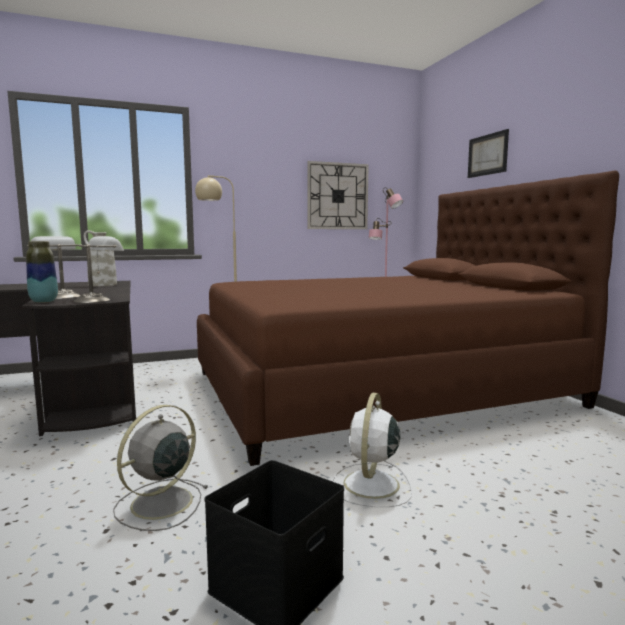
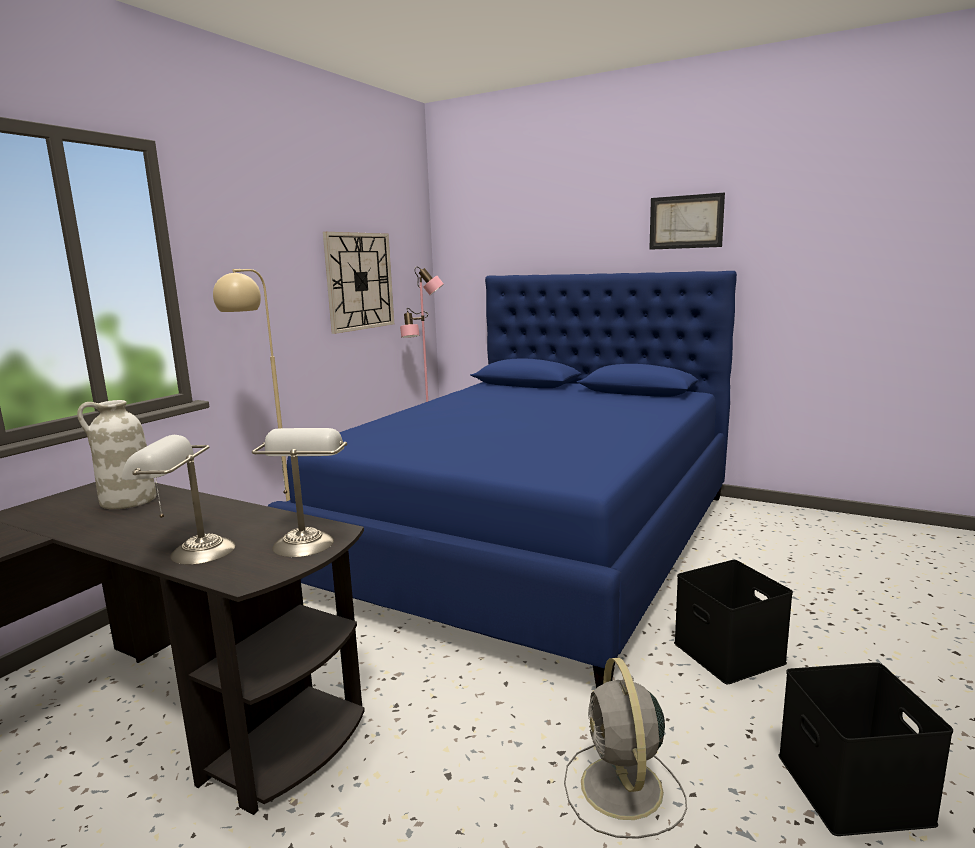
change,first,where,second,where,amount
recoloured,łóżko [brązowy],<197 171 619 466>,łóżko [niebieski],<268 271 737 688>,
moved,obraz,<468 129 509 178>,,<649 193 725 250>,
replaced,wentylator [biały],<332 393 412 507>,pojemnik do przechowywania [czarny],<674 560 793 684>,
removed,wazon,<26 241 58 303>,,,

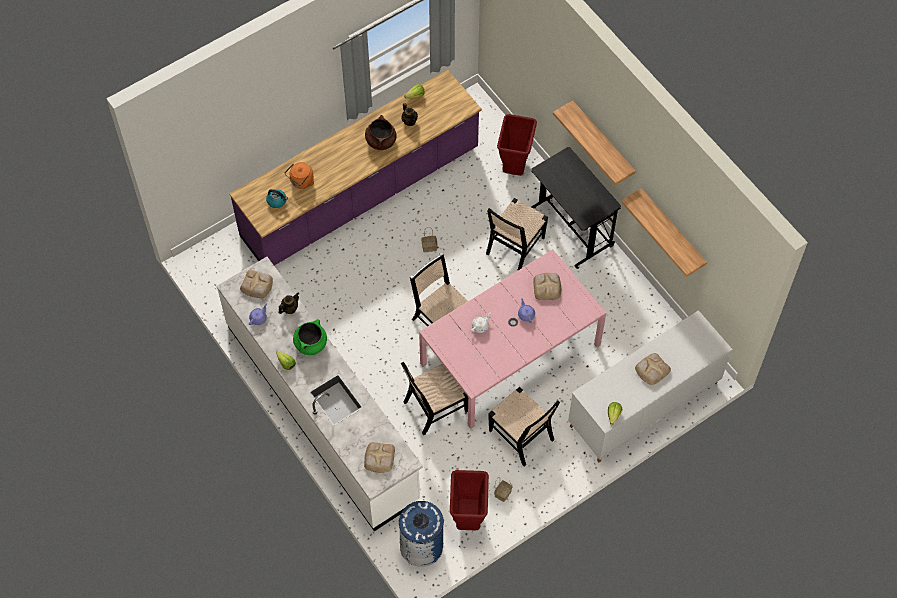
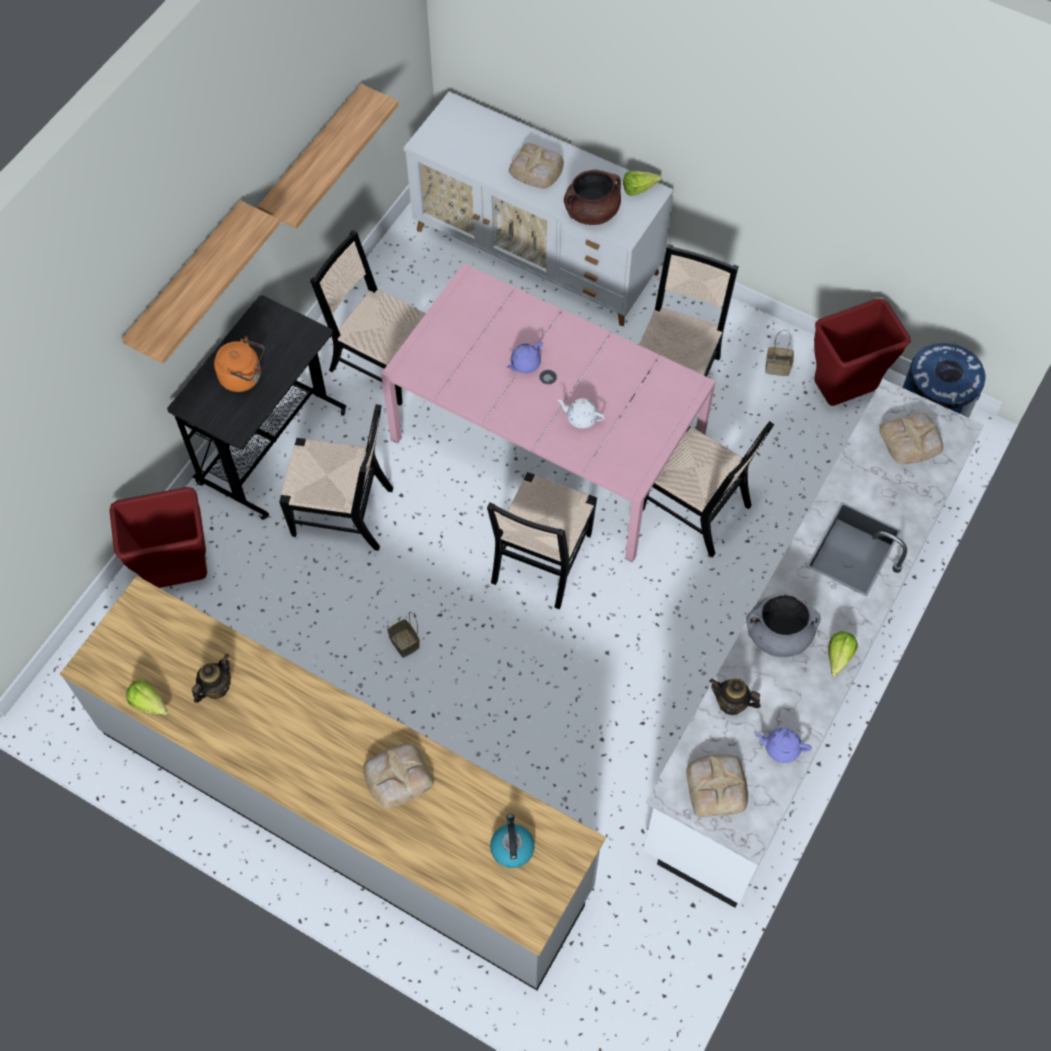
change,first,where,second,where,amount
recoloured,zabudowa kuchenna [fioletowy],<229 69 482 265>,zabudowa kuchenna [szary],<60 576 606 990>,
moved,czajnik [pomarańczowy],<285 162 314 189>,,<214 336 265 392>,
added,,,krzesło,<310 230 426 405>,
moved,chleb,<533 273 561 300>,,<363 743 434 809>,
moved,garnek [brązowy],<365 115 397 150>,,<564 170 621 225>,
recoloured,garnek [zielony],<293 319 327 355>,garnek [szary],<746 593 821 657>,

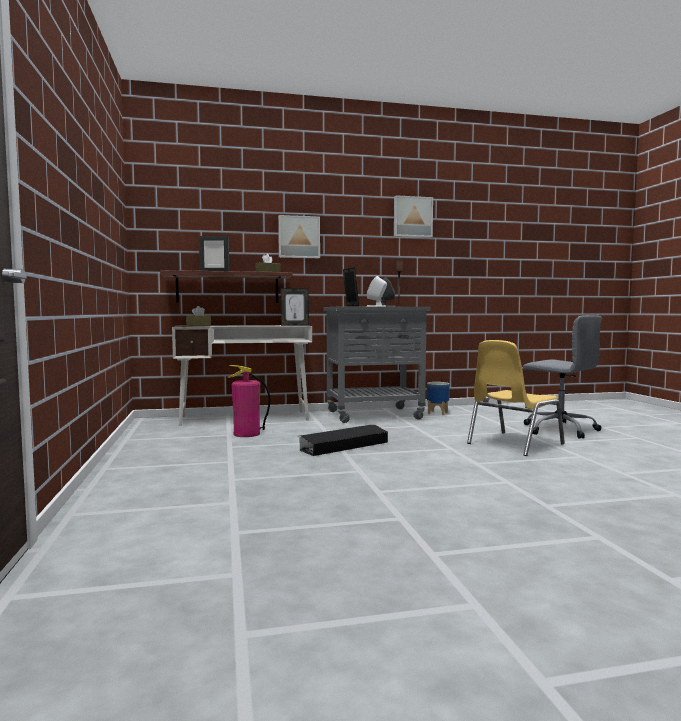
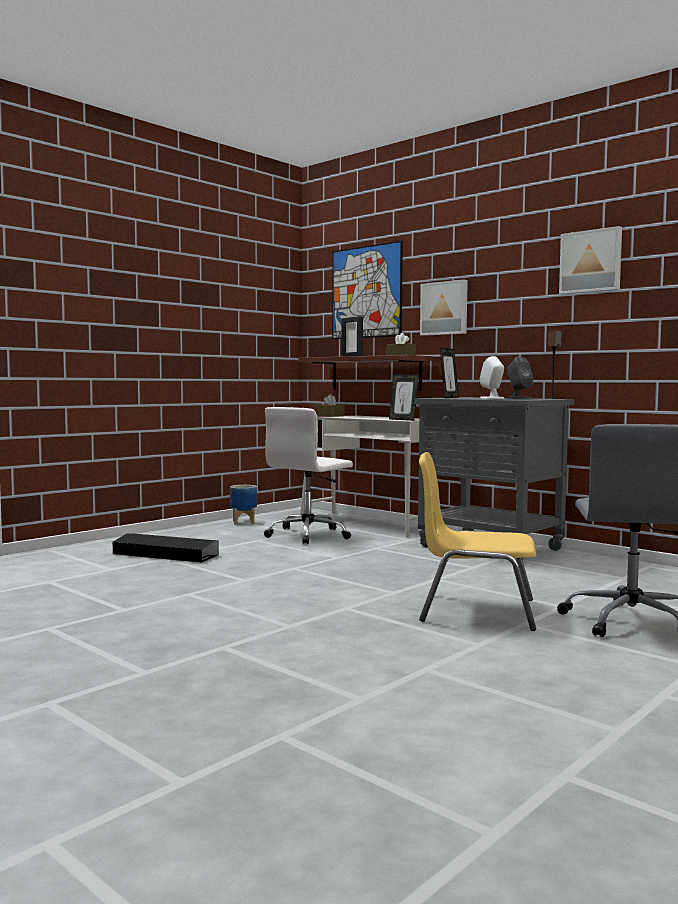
change,first,where,second,where,amount
moved,pojemnik do przechowywania [czarny],<300 425 388 456>,,<113 533 219 563>,
moved,donica,<427 382 450 415>,,<230 485 257 525>,
replaced,gaśnica,<227 365 271 437>,krzesło biurowe [biały],<264 407 353 544>,
added,,,obraz,<332 241 403 339>,

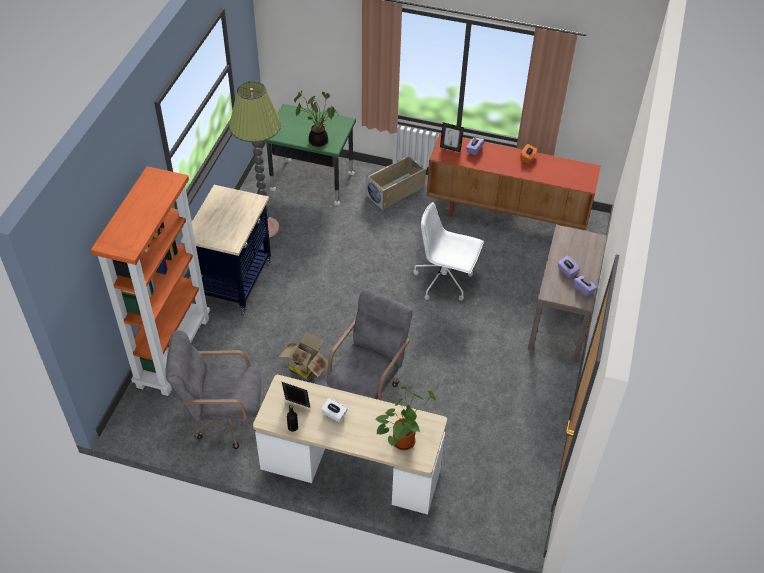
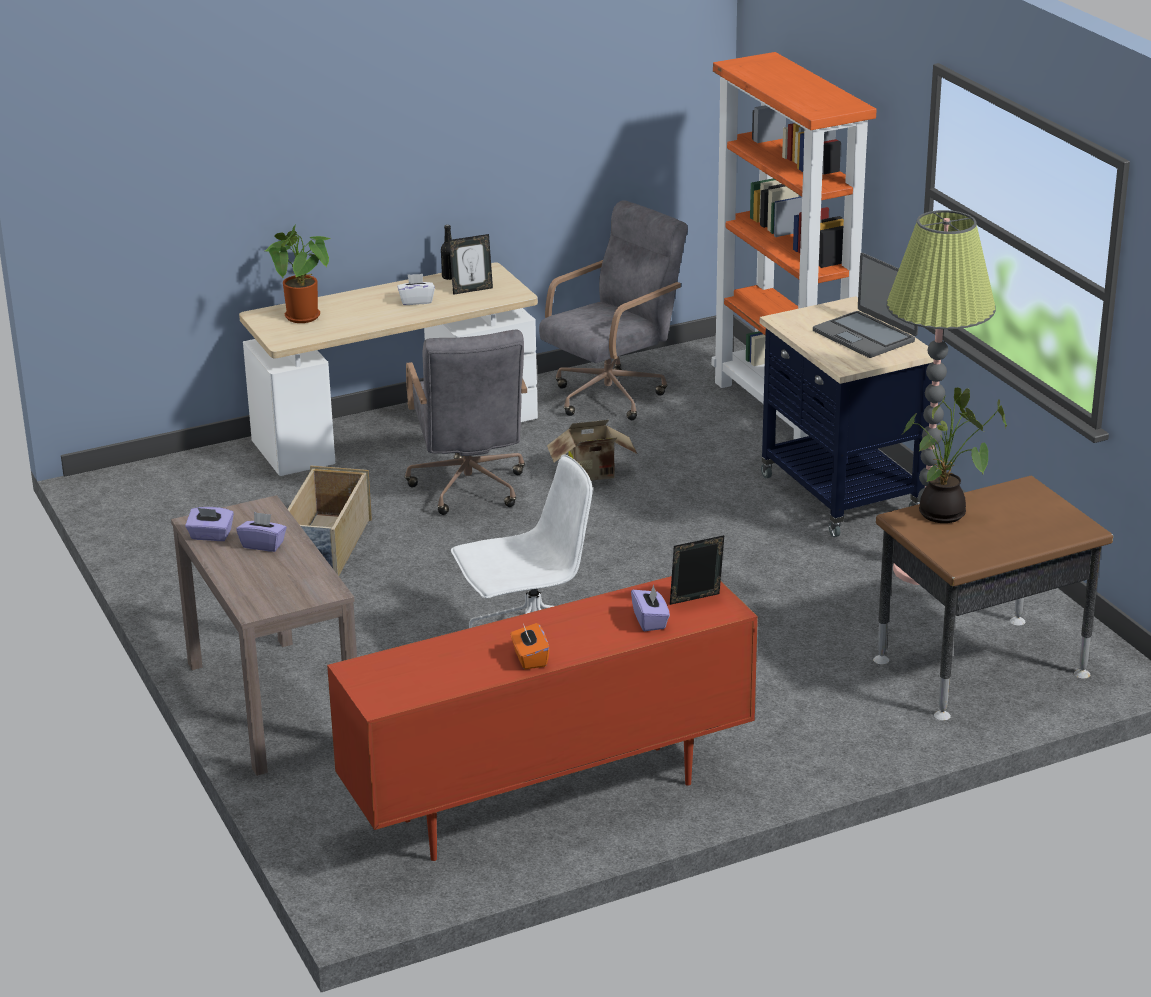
change,first,where,second,where,amount
moved,pojemnik do przechowywania [beżowy],<366 155 426 210>,,<288 465 372 576>,
added,,,laptop,<813 253 918 358>,
recoloured,biurko [zielony],<263 104 356 205>,biurko [brązowy],<873 476 1113 720>,

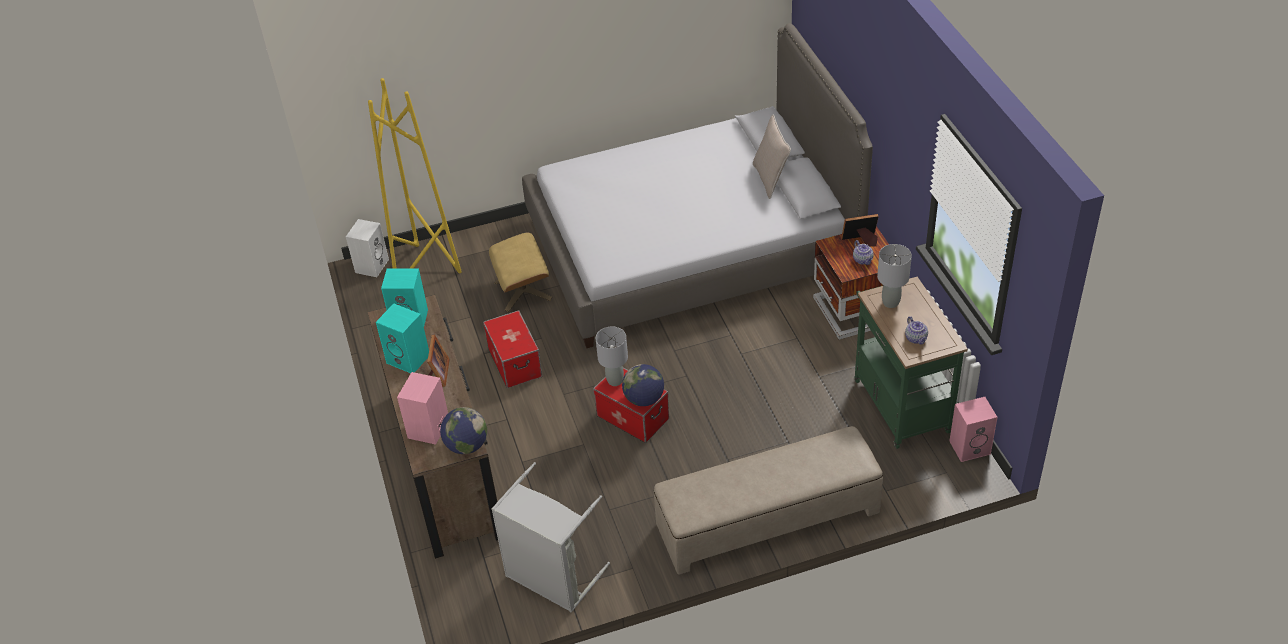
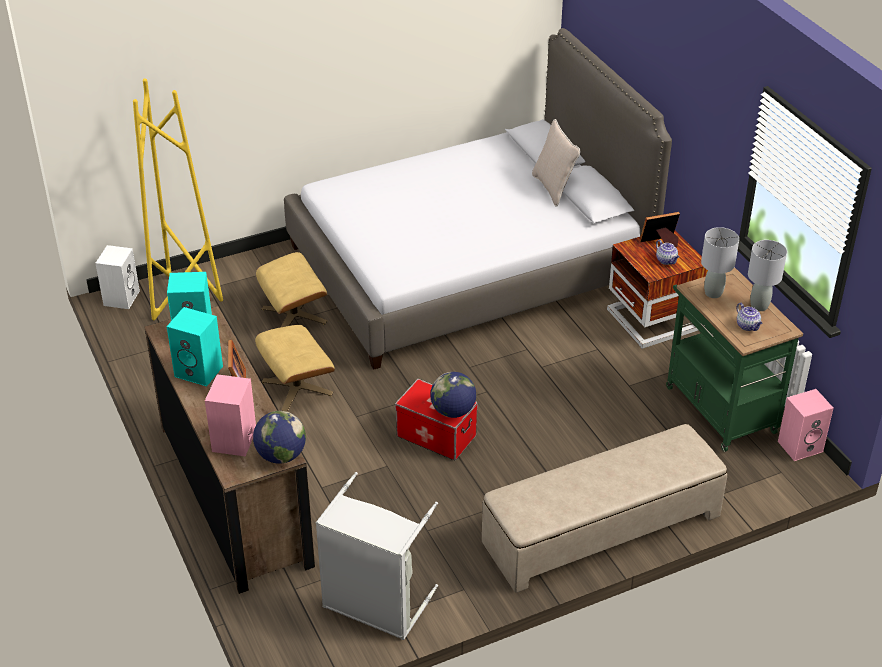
change,first,where,second,where,amount
replaced,pojemnik do przechowywania,<483 310 542 388>,pufa [beżowy],<255 325 335 412>,
moved,lampa stołowa [szary],<596 326 628 386>,,<748 240 787 311>,

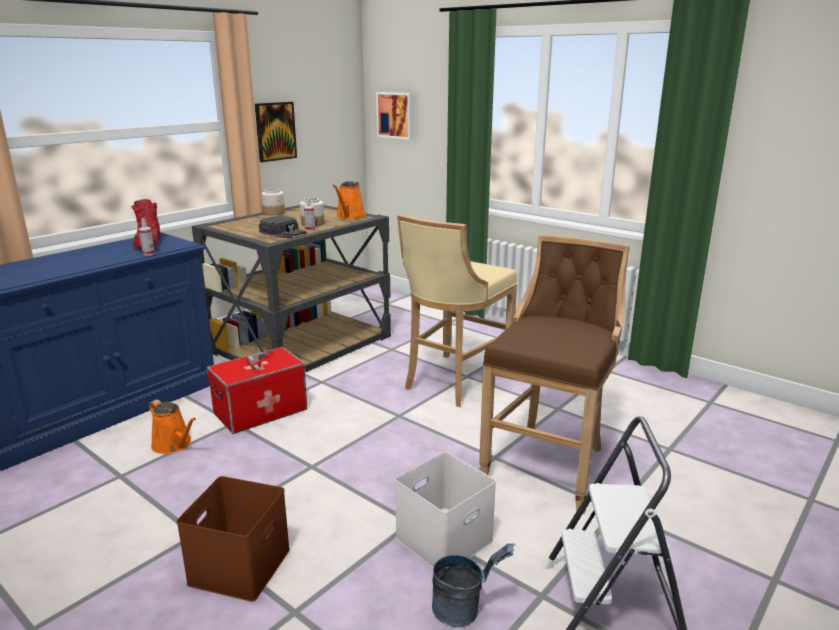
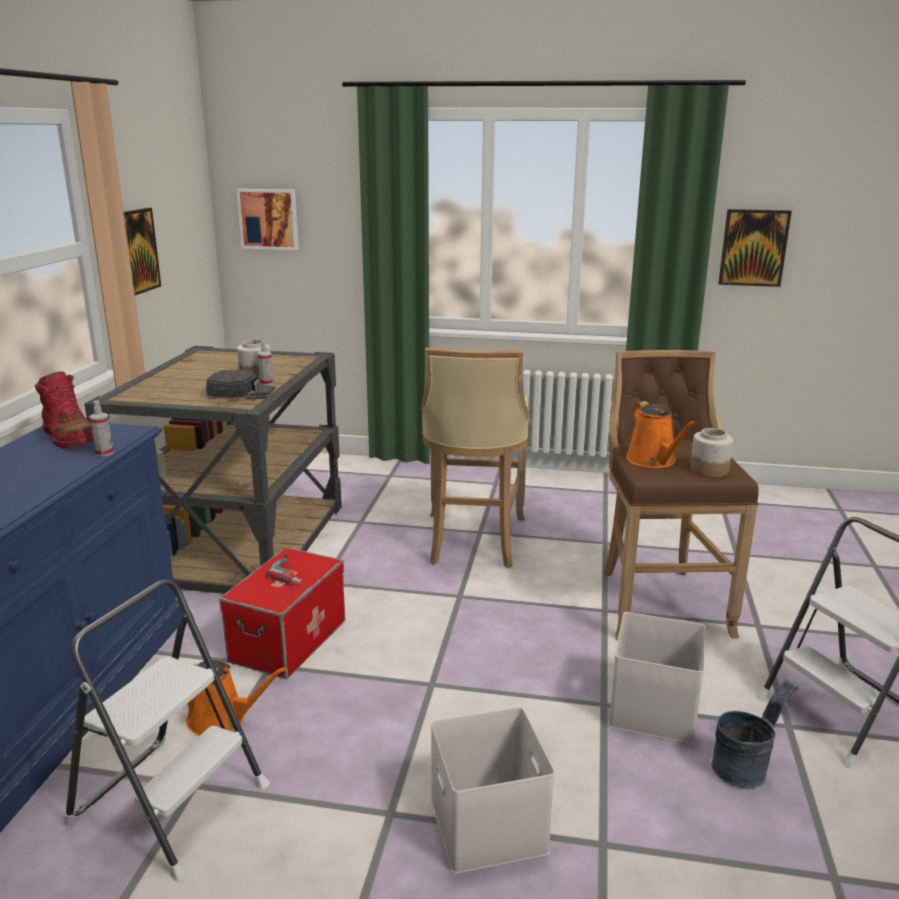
change,first,where,second,where,amount
added,,,drabinka [biały],<64 579 270 882>,
recoloured,pojemnik do przechowywania [brązowy],<177 476 290 602>,pojemnik do przechowywania [biały],<431 707 555 874>,
moved,konewka [pomarańczowy],<333 181 366 219>,,<626 401 697 468>,
moved,słoik,<261 188 285 215>,,<690 428 733 478>,
added,,,obraz,<718 209 792 287>,

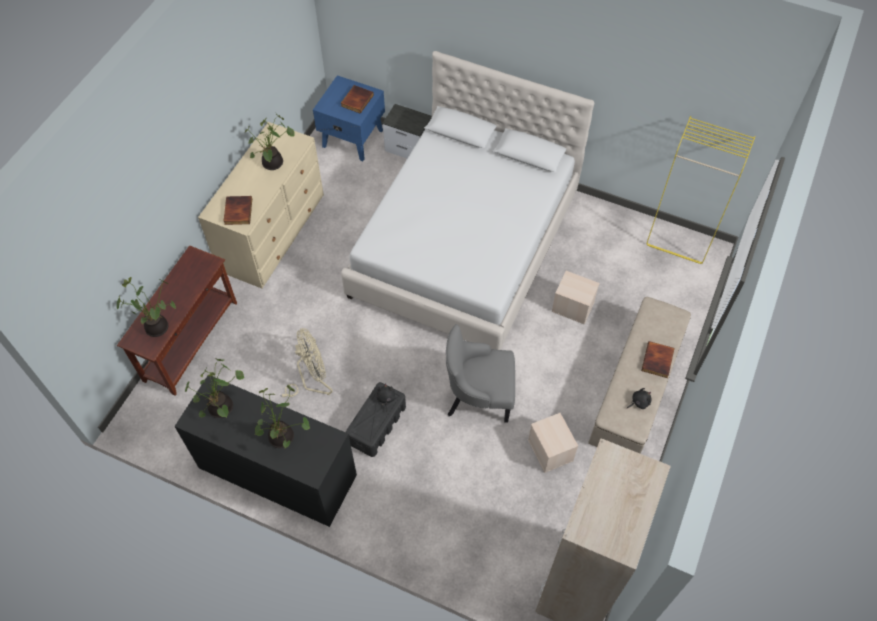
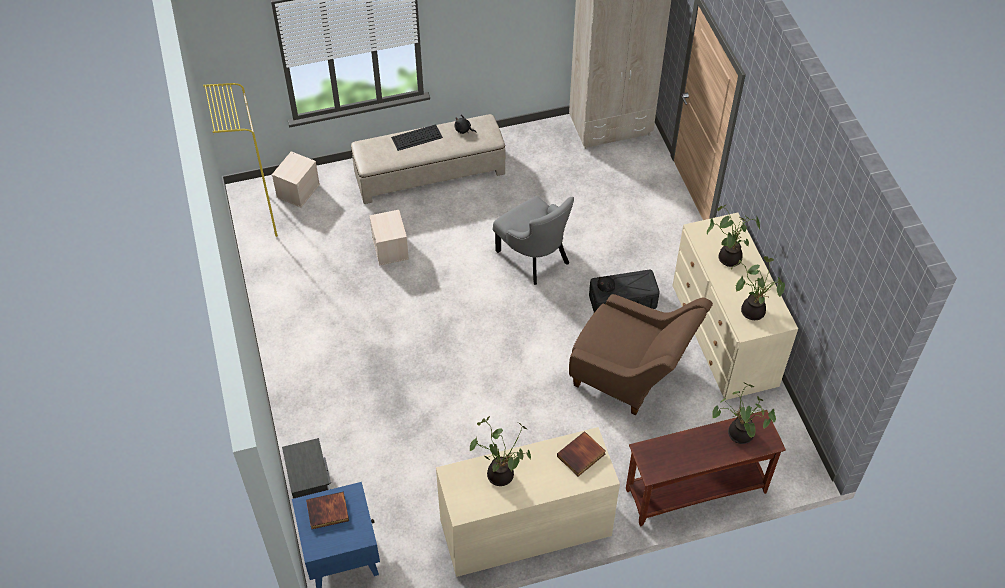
change,first,where,second,where,amount
moved,pojemnik do przechowywania [beżowy],<528 413 578 473>,,<272 151 320 208>,
replaced,książka,<641 341 675 378>,klawiatura,<391 124 443 151>,
replaced,wentylator [beżowy],<282 328 333 397>,fotel [brązowy],<569 294 713 415>,
recoloured,komoda [czarny],<174 376 357 527>,komoda [beżowy],<672 213 798 400>,
removed,łóżko [biały],<341 51 594 350>,,,

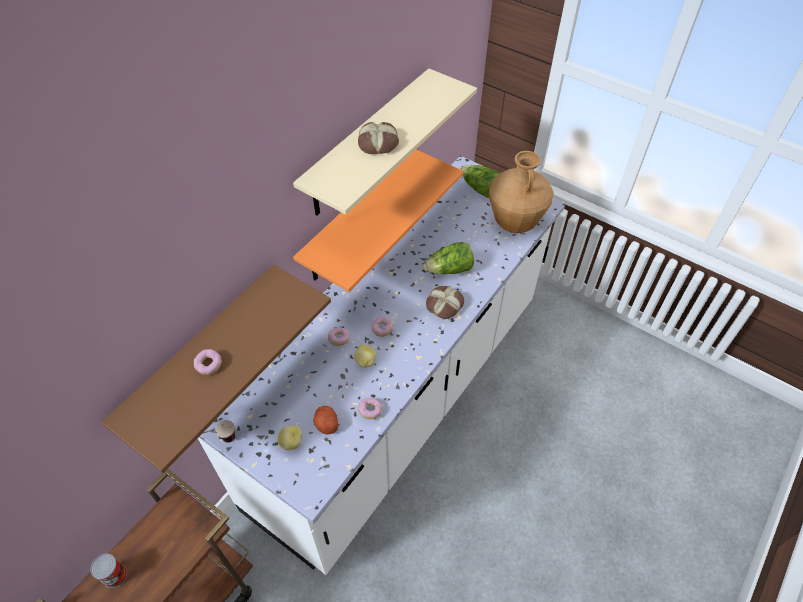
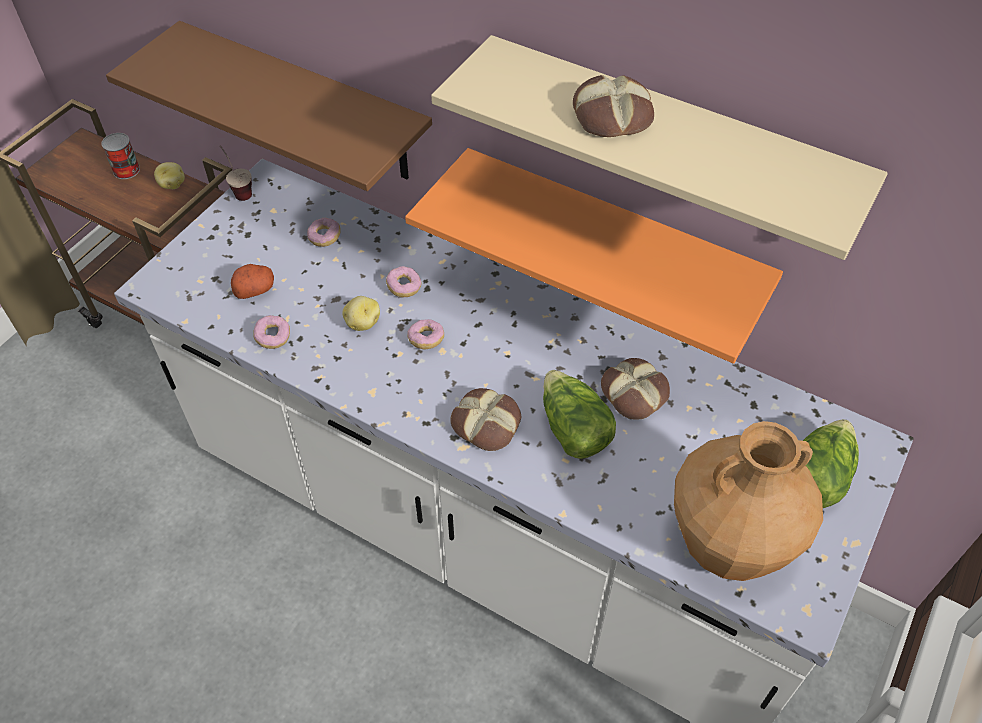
change,first,where,second,where,amount
moved,ziemniak,<277 426 302 450>,,<154 162 185 189>,
moved,donut,<194 349 222 375>,,<307 218 340 247>,
added,,,chleb,<601 358 670 420>,

